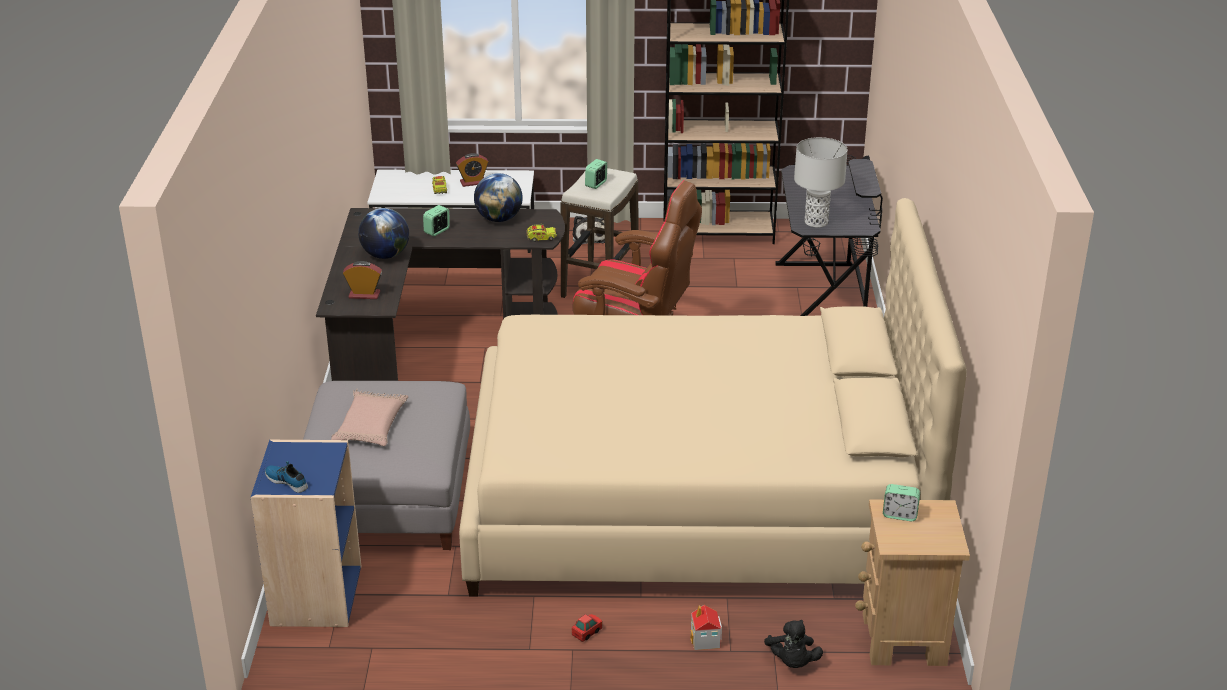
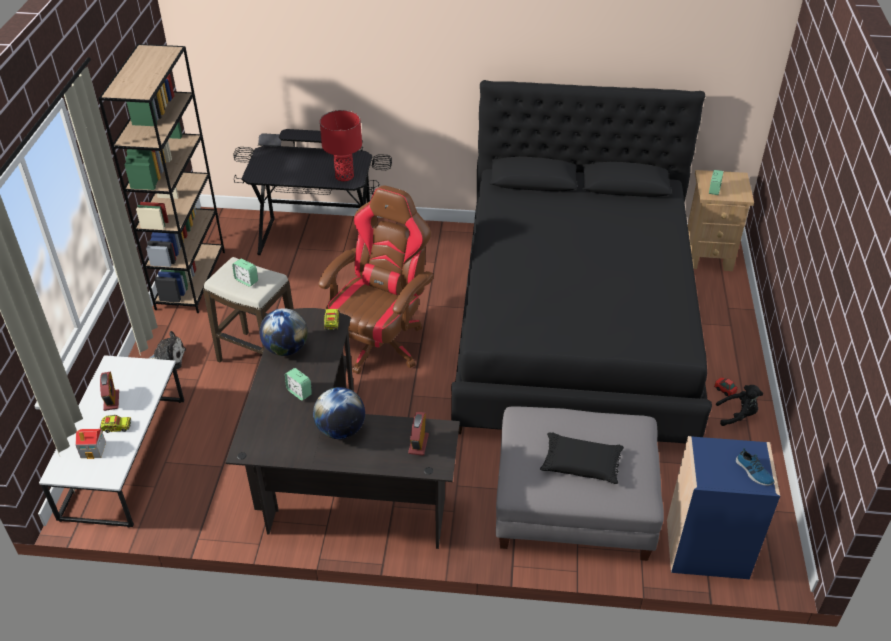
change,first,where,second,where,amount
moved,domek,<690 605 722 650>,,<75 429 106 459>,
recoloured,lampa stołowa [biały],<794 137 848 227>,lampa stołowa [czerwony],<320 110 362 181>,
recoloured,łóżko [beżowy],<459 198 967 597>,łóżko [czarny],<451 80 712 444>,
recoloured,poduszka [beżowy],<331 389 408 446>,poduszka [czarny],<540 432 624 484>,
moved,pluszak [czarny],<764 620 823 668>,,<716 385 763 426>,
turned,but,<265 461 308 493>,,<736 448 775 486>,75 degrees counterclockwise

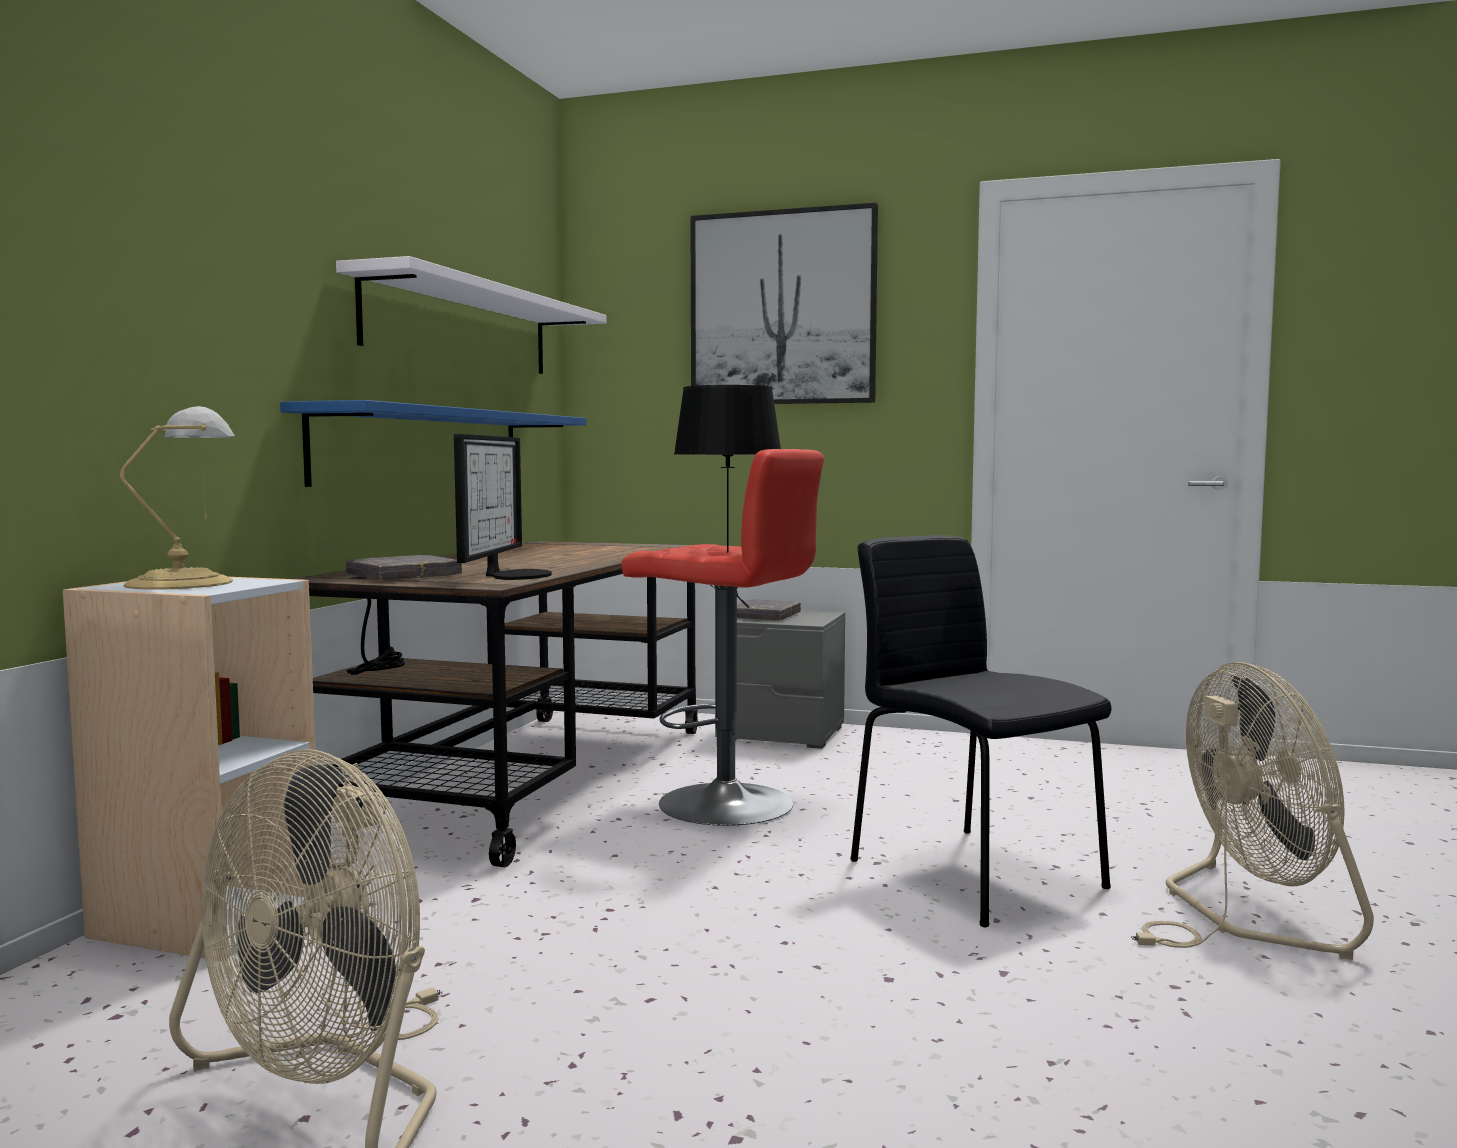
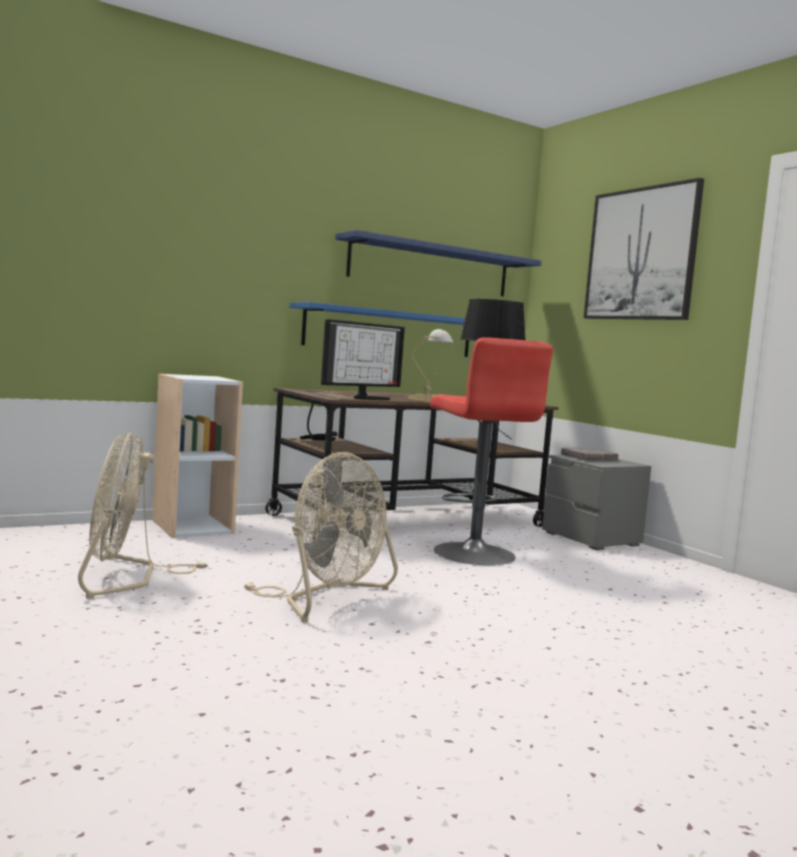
change,first,where,second,where,amount
moved,wentylator [beżowy],<1131 662 1374 960>,,<245 452 398 623>,
recoloured,półka [biały],<336 256 606 374>,półka [niebieski],<335 230 541 296>,
moved,lampa stołowa,<120 406 235 590>,,<407 329 453 402>,
removed,książka [szary],<346 555 462 580>,,,
removed,krzesło [czarny],<850 535 1112 927>,,,

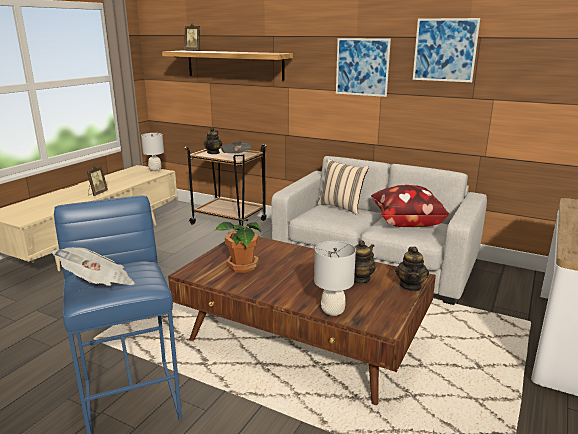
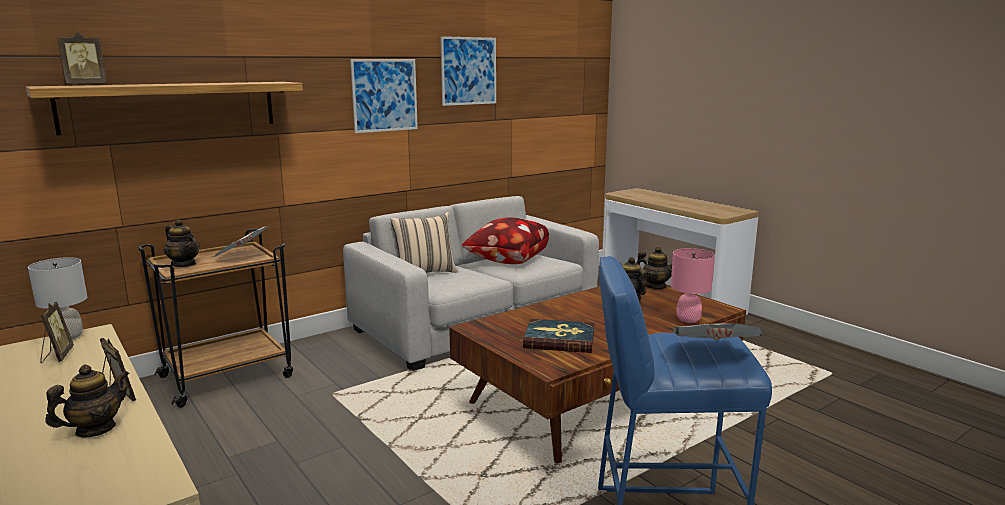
change,first,where,second,where,amount
added,,,ramka na zdjęcie,<40 302 74 363>,
added,,,imbryk,<45 364 130 438>,
replaced,roślina doniczkowa,<214 217 261 273>,książka,<523 319 595 353>,
recoloured,lampa stołowa [szary],<314 241 356 316>,lampa stołowa [różowy],<671 248 715 323>,

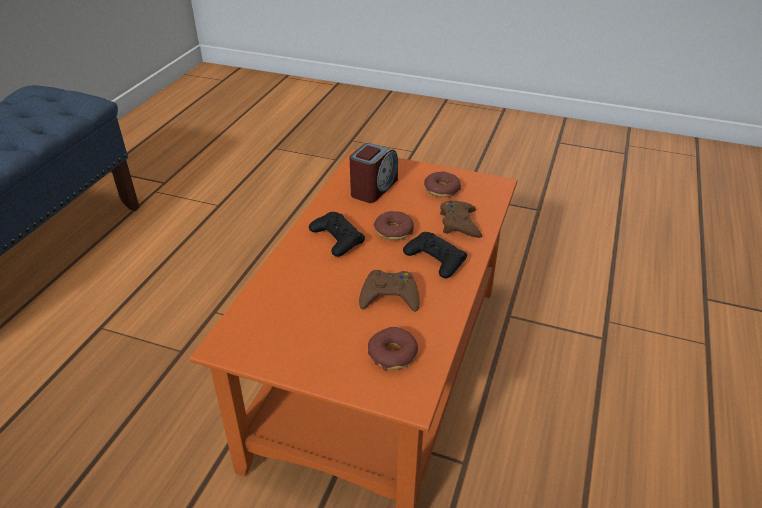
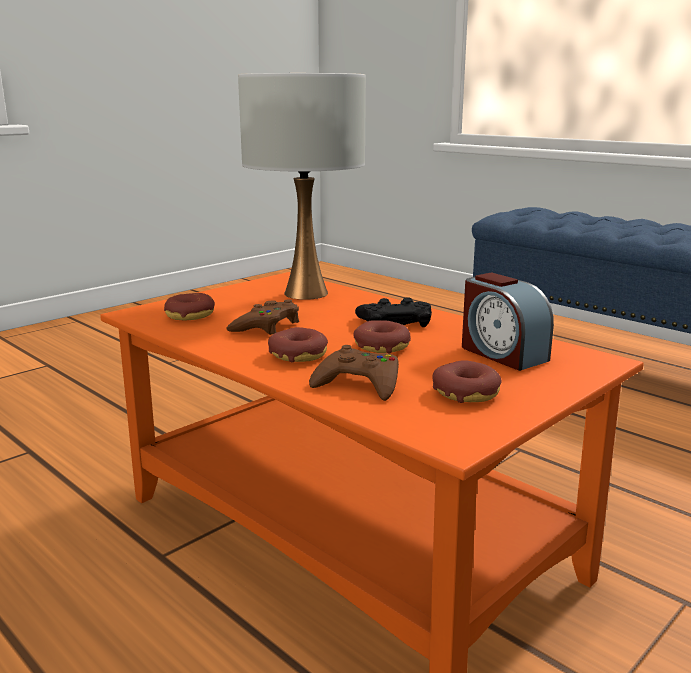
change,first,where,second,where,amount
added,,,lampa stołowa [biały],<238 73 366 300>,
replaced,pad do gier [czarny],<403 232 467 278>,donut,<268 327 328 363>,

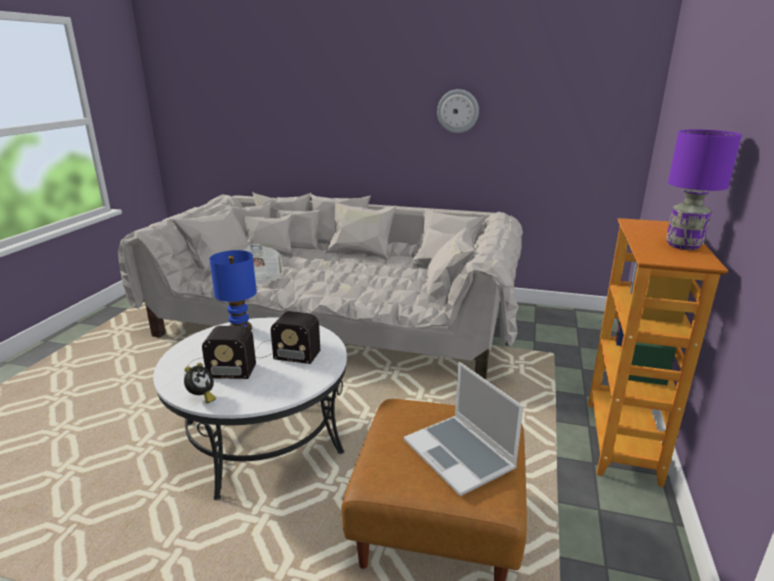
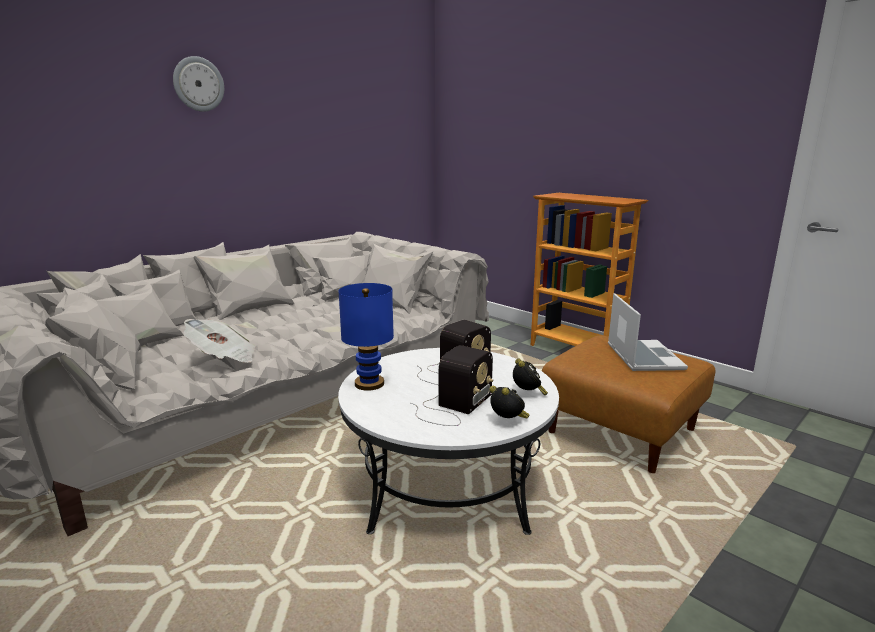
change,first,where,second,where,amount
moved,zegar ścienny,<437 89 479 133>,,<173 56 224 112>,
added,,,budzik,<513 358 548 395>,
turned,laptop,<404 362 524 496>,,<608 293 688 371>,90 degrees counterclockwise
removed,lampa stołowa [fioletowy],<666 130 742 250>,,,

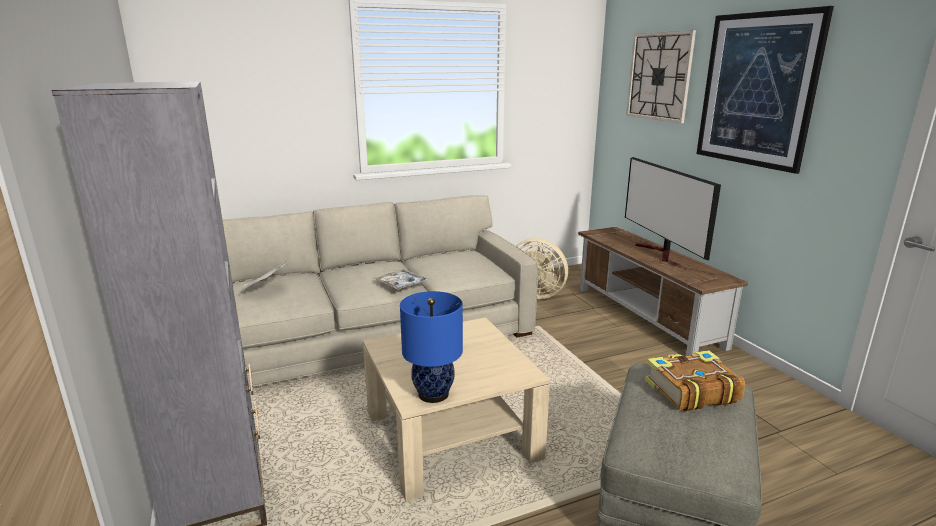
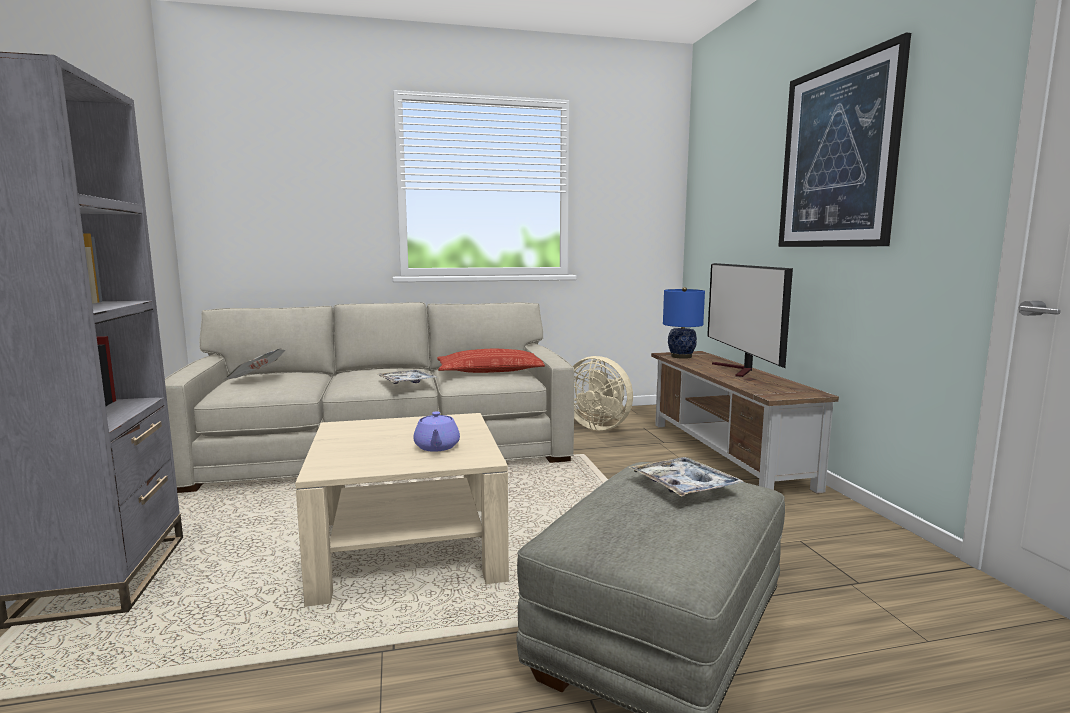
change,first,where,second,where,amount
added,,,imbryk [fioletowy],<413 412 460 452>,
added,,,poduszka,<437 349 545 373>,
replaced,książka,<645 350 745 411>,taca,<629 457 744 497>,
moved,lampa stołowa [niebieski],<400 291 463 403>,,<663 287 705 359>,
removed,zegar ścienny,<626 30 696 123>,,,

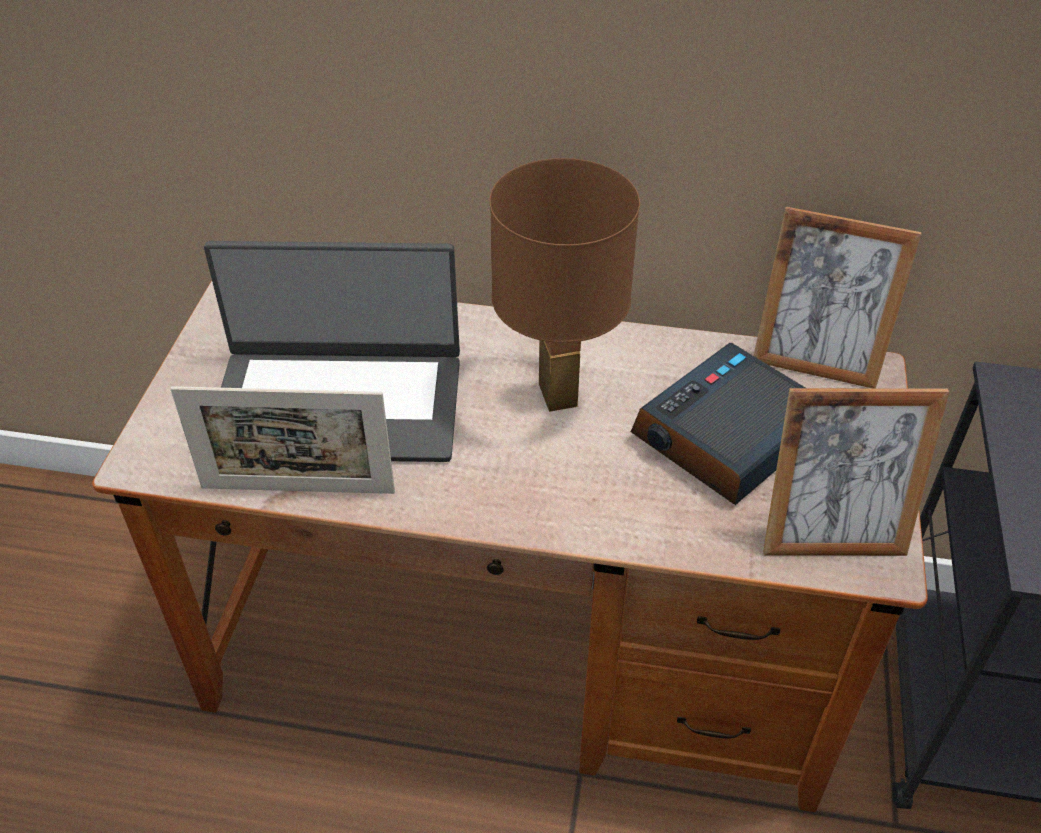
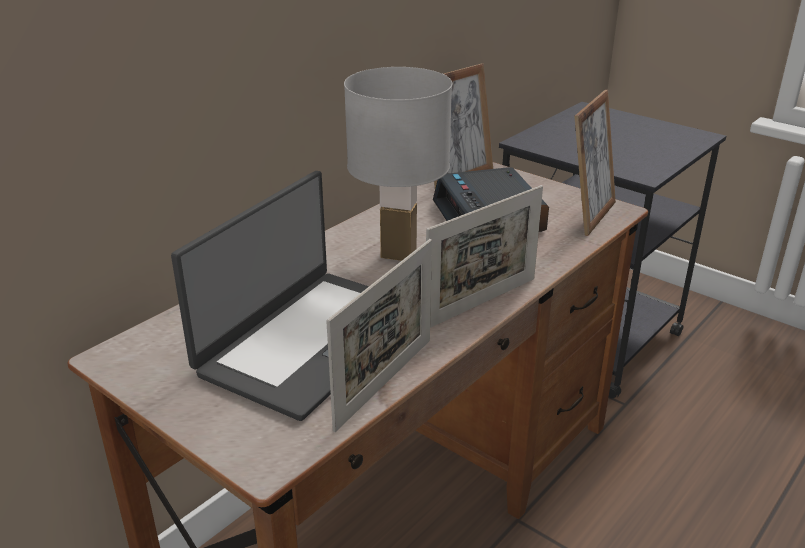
change,first,where,second,where,amount
recoloured,lampa stołowa [brązowy],<490 158 640 412>,lampa stołowa [biały],<344 67 452 261>,
added,,,ramka na zdjęcie,<426 185 543 328>,

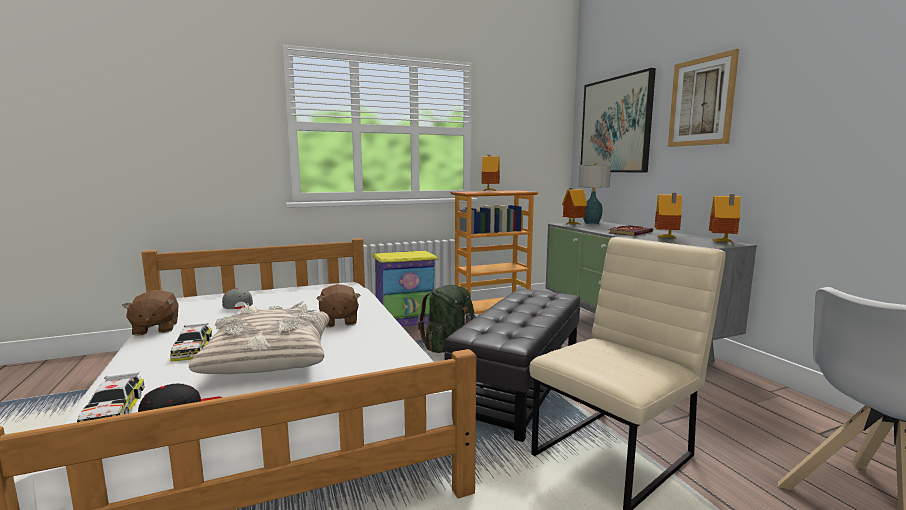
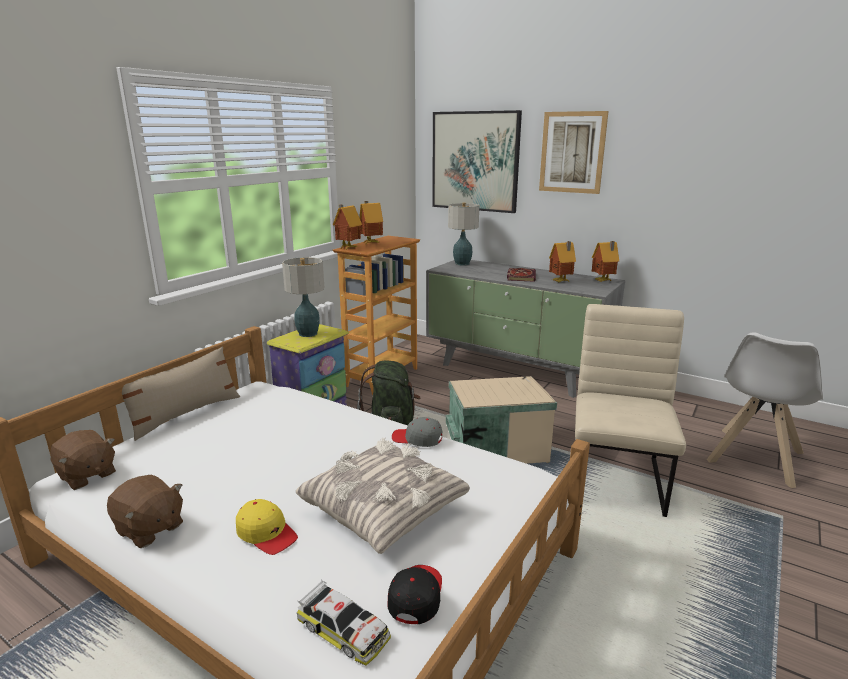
change,first,where,second,where,amount
moved,pluszak [brązowy],<316 284 361 327>,,<50 430 116 490>,
added,,,poduszka [beżowy],<122 346 240 441>,
replaced,samochodzik,<170 323 212 361>,czapka z daszkiem [żółty],<236 499 298 555>,
added,,,lampa stołowa,<282 257 324 337>,
moved,domek,<562 188 587 226>,,<333 205 362 250>,
moved,czapka z daszkiem [szary],<222 288 253 309>,,<392 417 442 447>,
replaced,pufa [czarny],<445 289 580 442>,pojemnik do przechowywania [beżowy],<446 376 557 464>,

